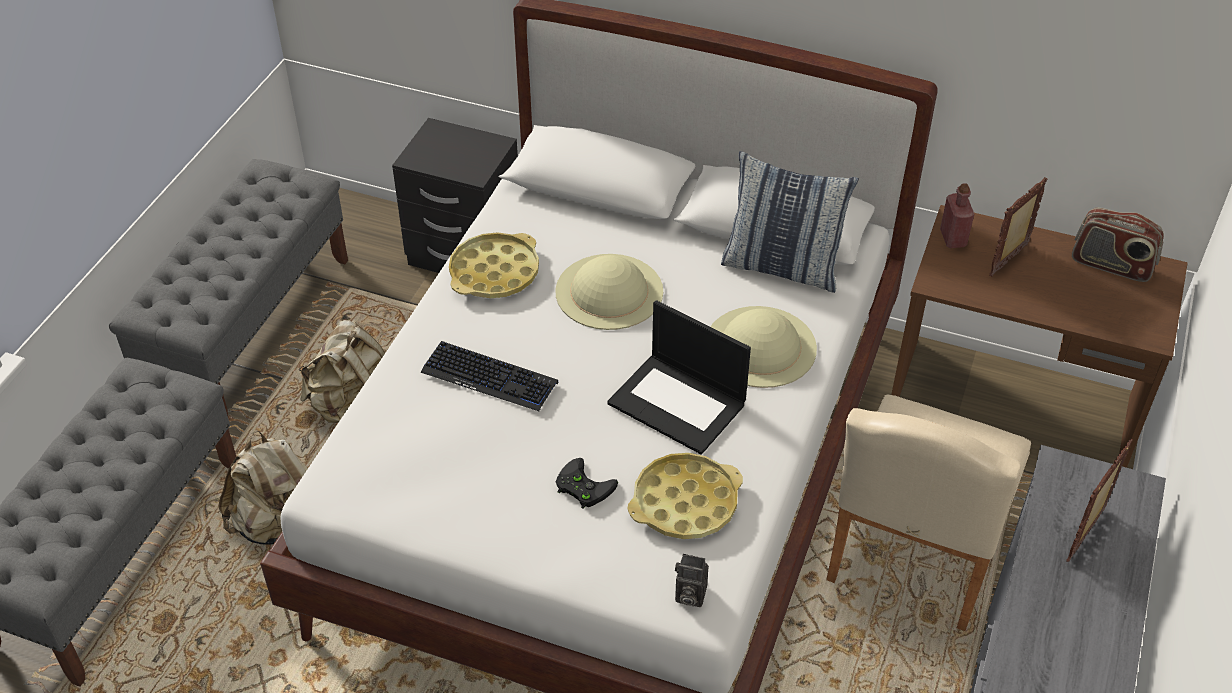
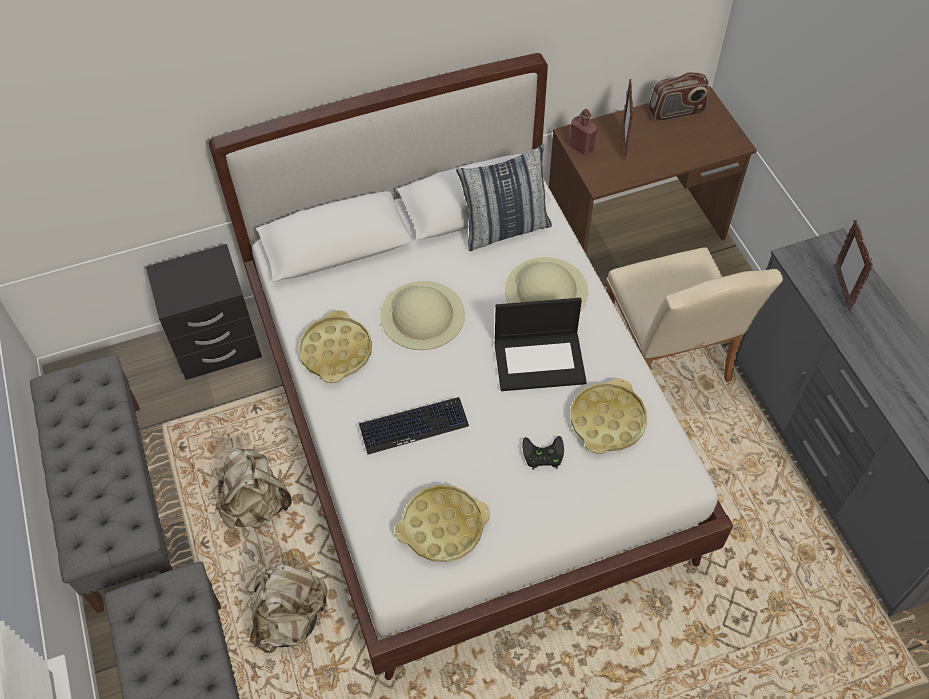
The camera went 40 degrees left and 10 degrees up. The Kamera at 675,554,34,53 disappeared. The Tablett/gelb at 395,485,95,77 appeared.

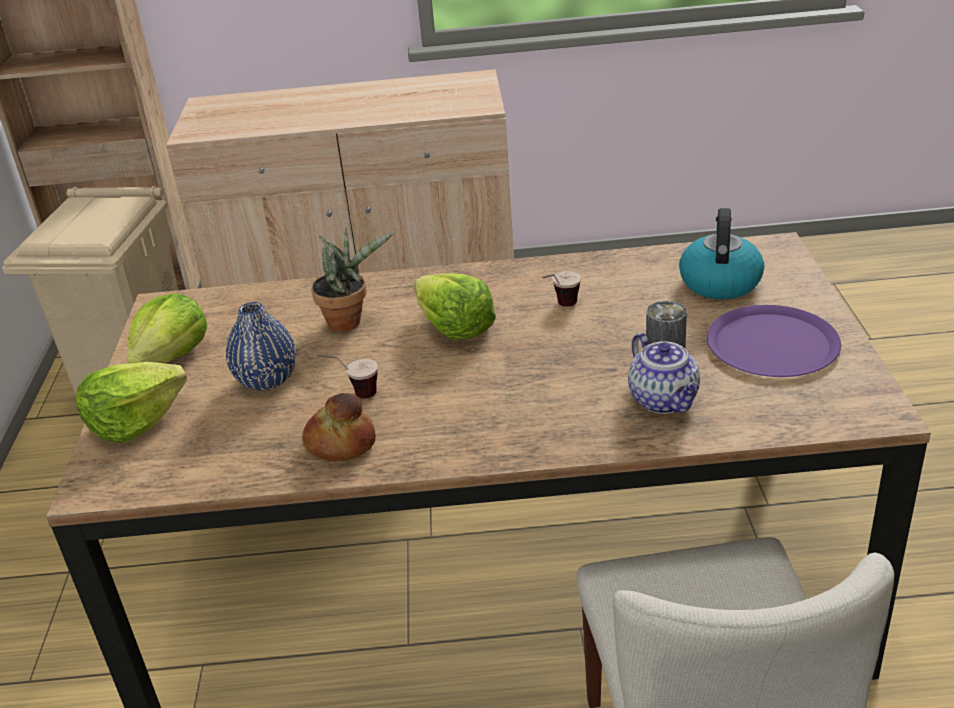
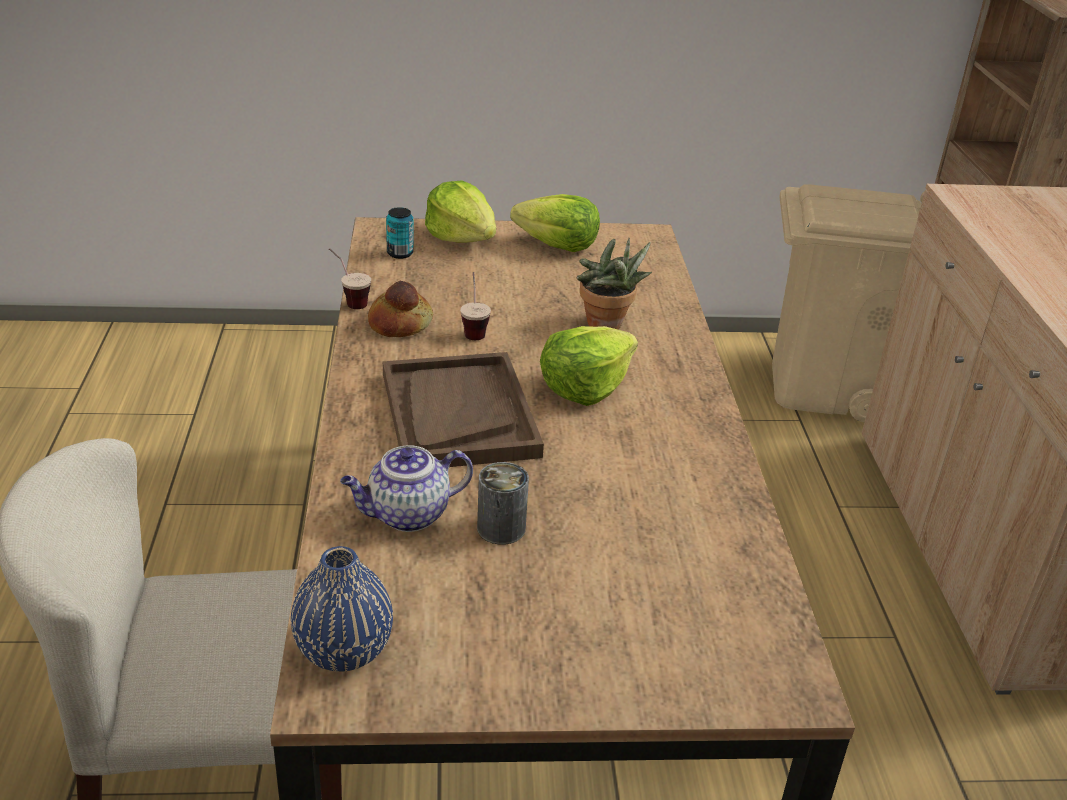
The camera went 85 degrees right and 0 degrees up. The Wasserkessel at 679,208,85,91 disappeared. The Tasse moved from 542,271,39,36 to 329,248,42,61. The Vase/blau moved from 226,302,70,88 to 291,546,102,126. The Teller/lila at 707,305,134,72 disappeared. The Dose at 386,207,28,52 appeared. The Tablett/braun at 383,352,161,115 appeared.

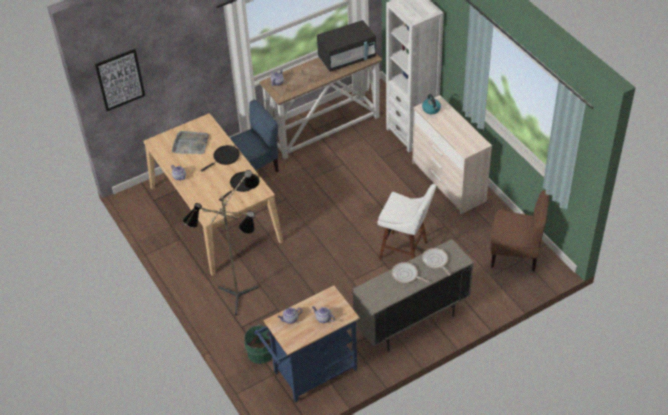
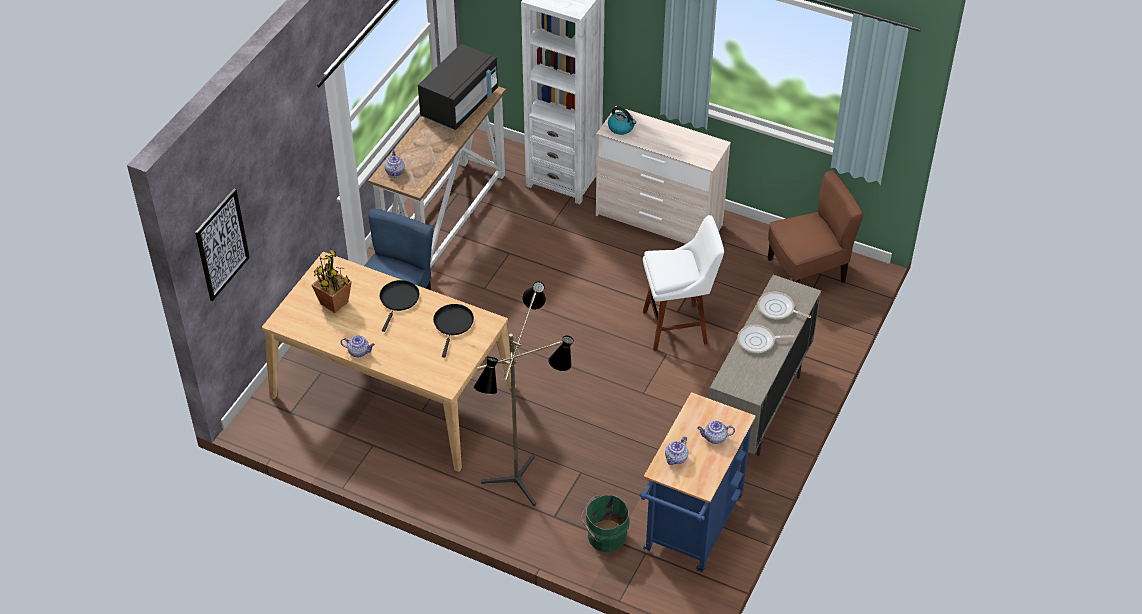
The camera went 35 degrees left and 0 degrees up. The Tablett/grau at 172,131,37,23 was replaced by the Topfpflanze at 312,248,40,65.

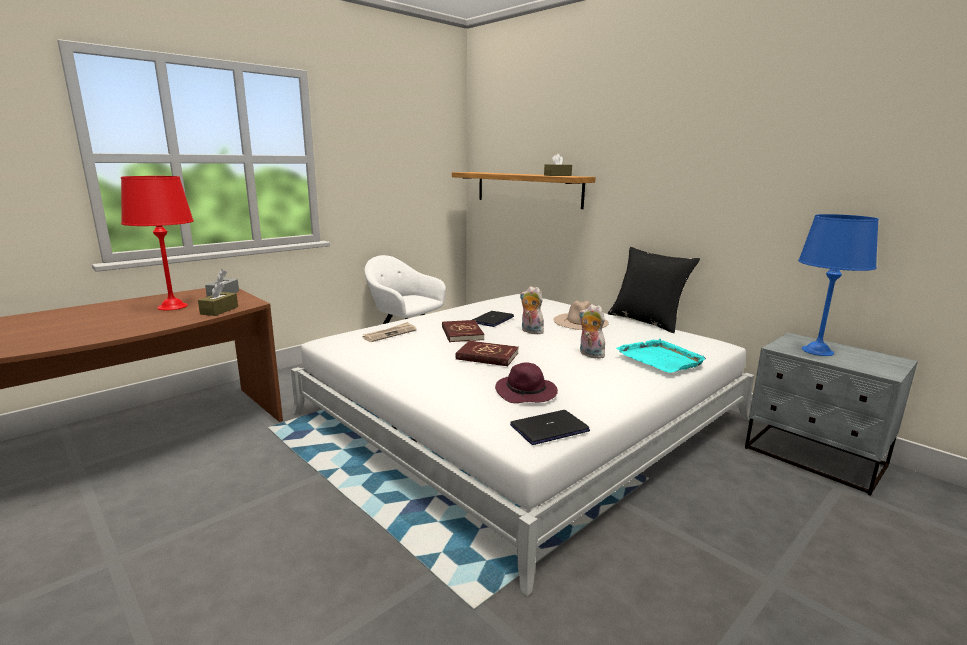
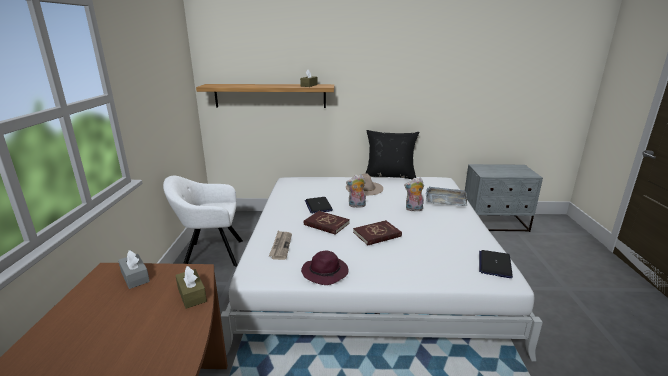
The camera went 45 degrees left and 5 degrees up. The Tischlampe/rot at 121,176,73,134 disappeared. The Tischlampe/blau at 798,214,81,142 disappeared. The Tablett/türkis at 616,339,90,34 became the Tablett/grau at 426,186,41,20. The Hut/lila moved from 495,362,63,41 to 301,251,48,34.

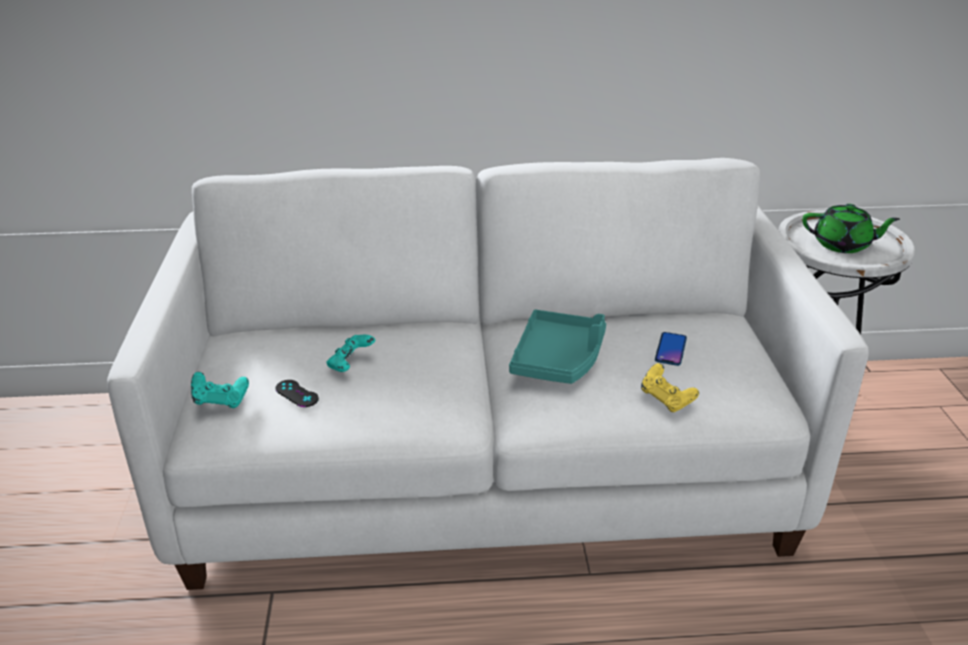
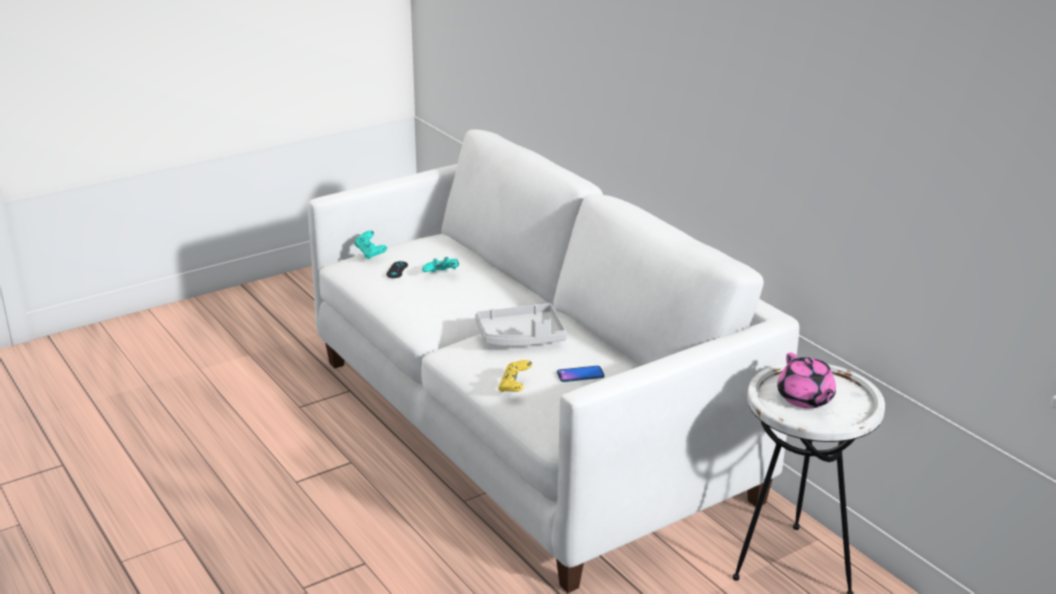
The camera went 60 degrees right and 5 degrees down. The Teekanne/grün at 802,204,98,49 became the Teekanne/rosa at 777,352,59,56. The Tablett/türkis at 509,310,97,74 became the Tablett/grau at 475,303,92,43.

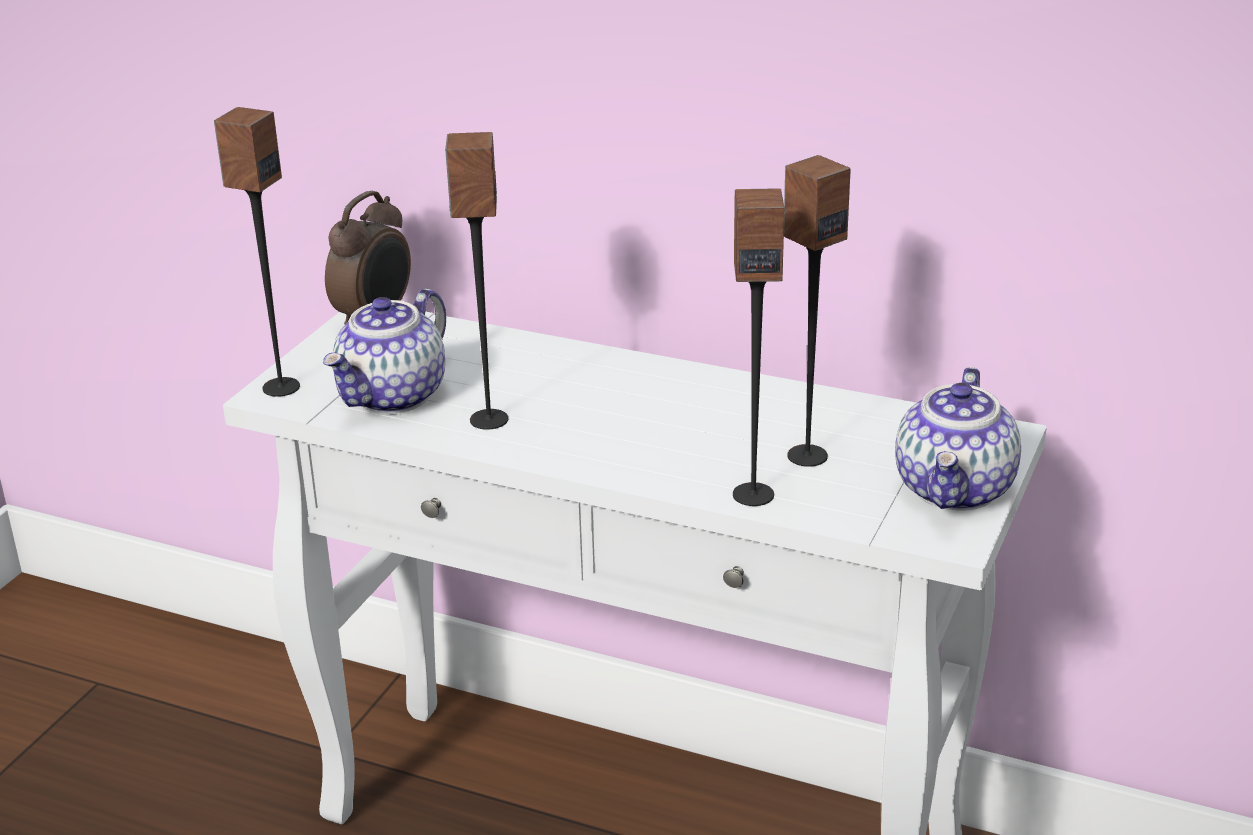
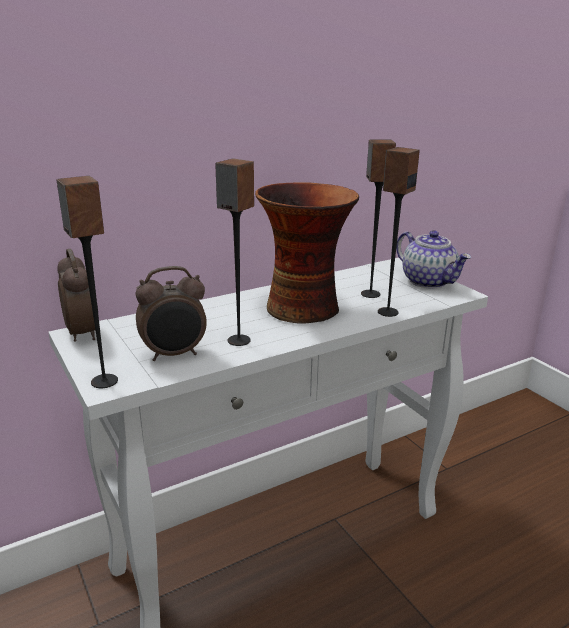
The camera went 55 degrees left and 5 degrees down. The Teekanne at 323,288,123,125 was replaced by the Wecker at 135,266,72,95. The Vase at 255,183,104,141 appeared.

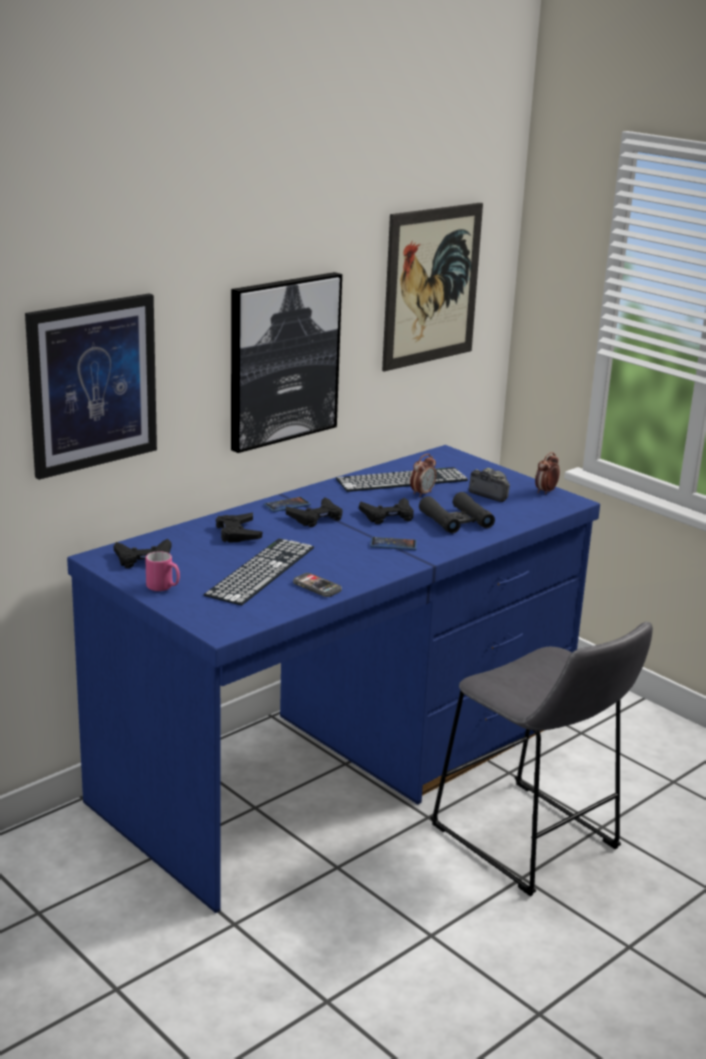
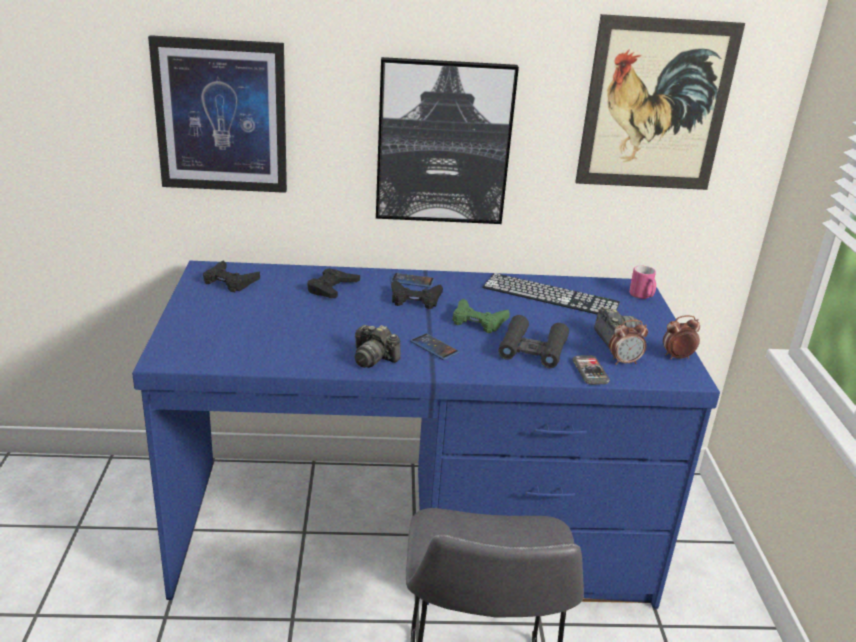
The camera went 40 degrees right and 5 degrees up. The Wecker moved from 410,454,26,43 to 609,320,39,45. The Gamepad/schwarz at 359,498,55,26 became the Gamepad/grün at 452,298,58,35. The Tastatur at 204,538,110,68 disappeared. The Henkelbecher/rosa moved from 145,551,35,40 to 629,265,27,34. The Handy moved from 293,573,49,24 to 572,355,38,30. The Kamera at 355,325,46,43 appeared.

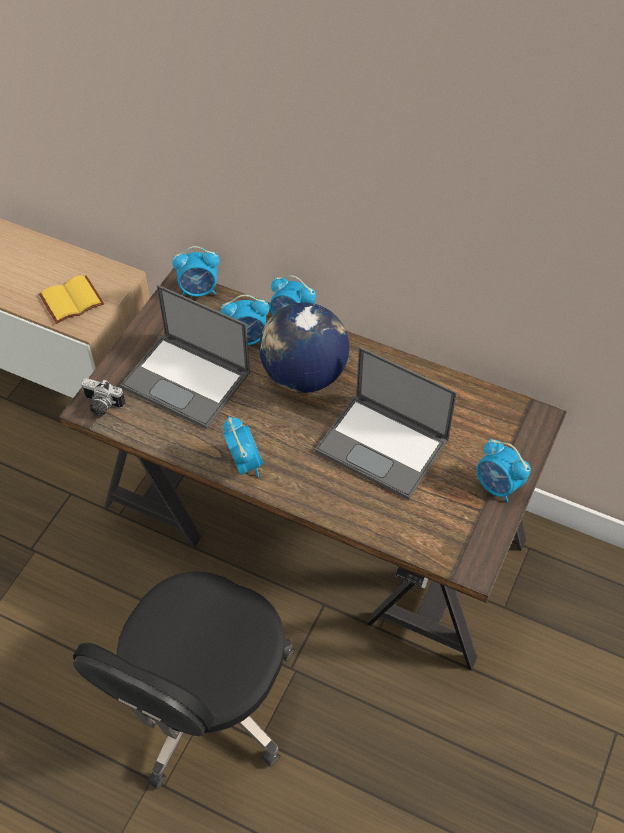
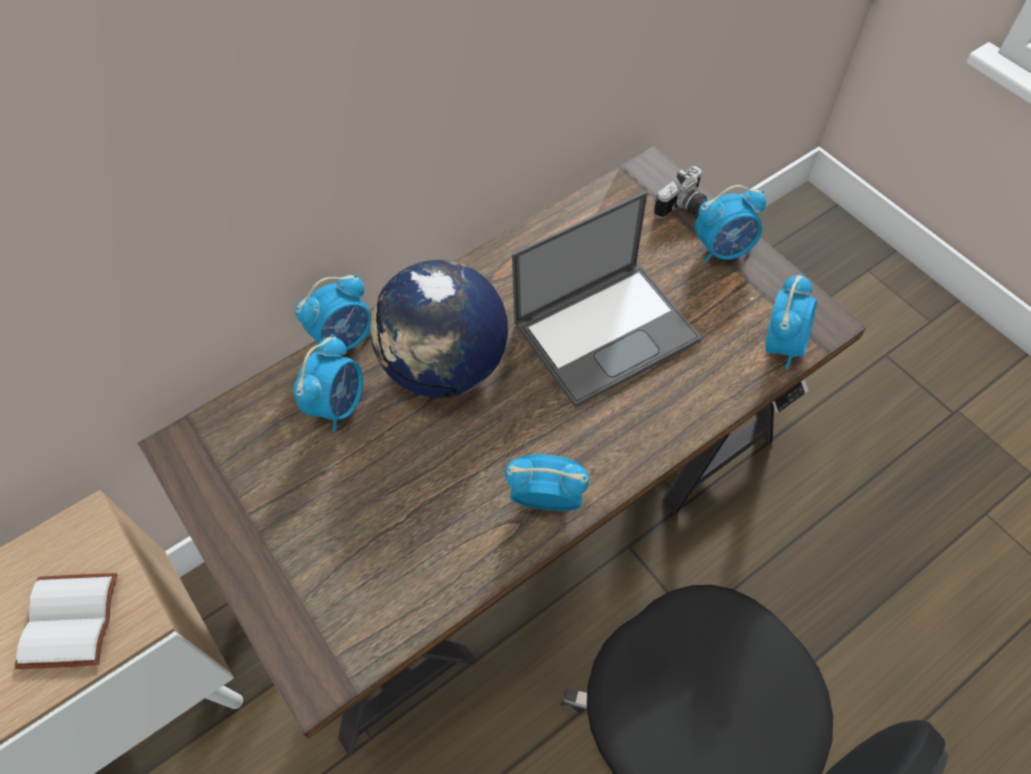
The camera went 60 degrees left and 5 degrees up. The Wecker moved from 172,246,48,51 to 765,273,52,97. The Buch/gelb at 39,275,65,49 became the Buch/weiß at 15,573,102,96. The Laptop at 120,285,130,144 disappeared. The Kamera moved from 81,378,44,39 to 654,166,54,52.

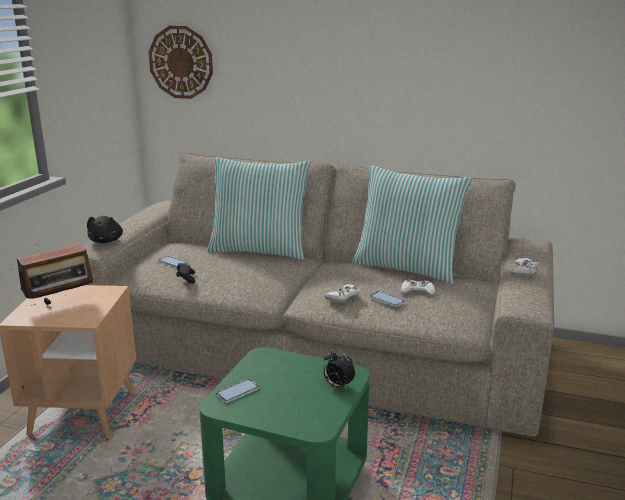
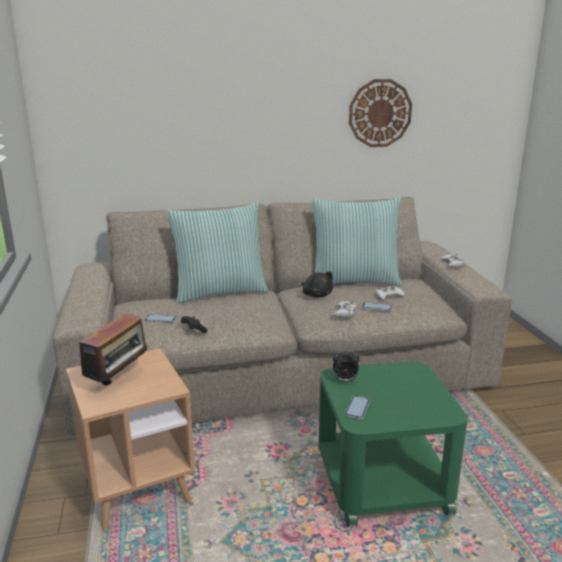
The camera went 30 degrees left and 0 degrees up. The Wanduhr moved from 148,26,65,73 to 349,79,63,68. The Plüschtier/schwarz moved from 87,216,36,27 to 301,272,32,26. The Wecker moved from 323,349,32,41 to 333,350,26,31.

